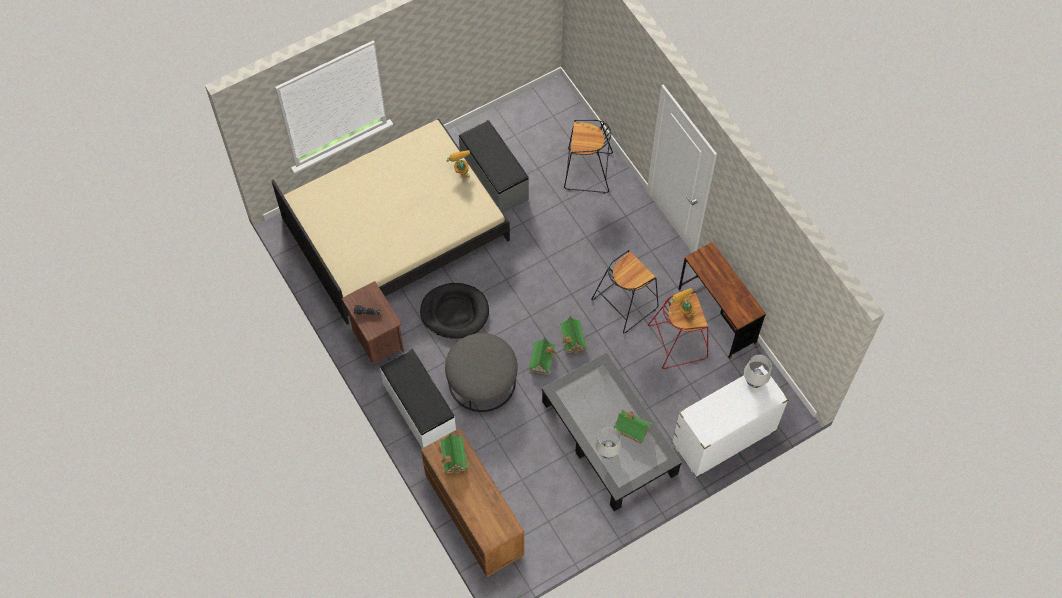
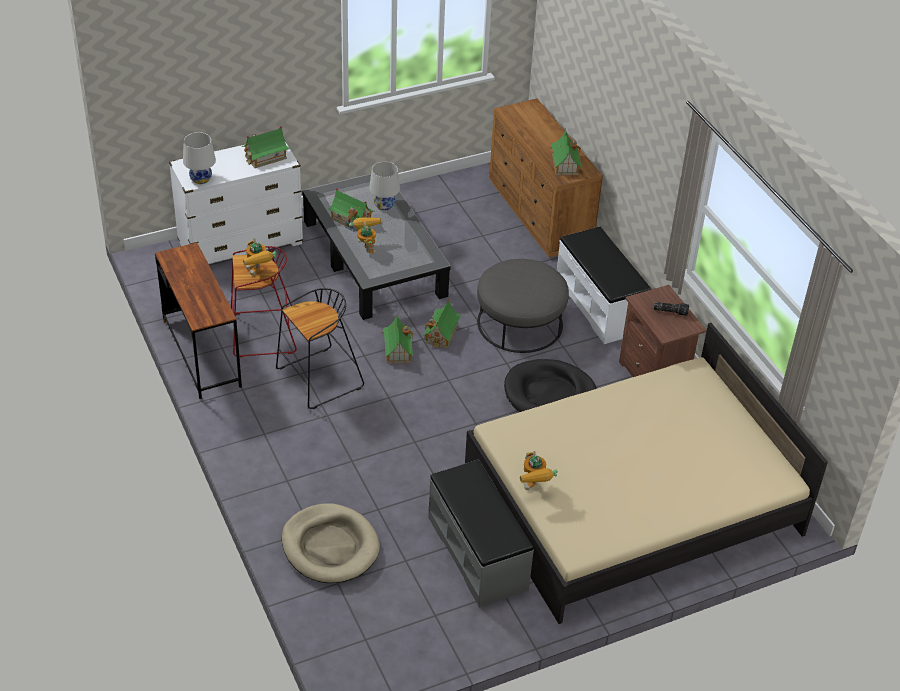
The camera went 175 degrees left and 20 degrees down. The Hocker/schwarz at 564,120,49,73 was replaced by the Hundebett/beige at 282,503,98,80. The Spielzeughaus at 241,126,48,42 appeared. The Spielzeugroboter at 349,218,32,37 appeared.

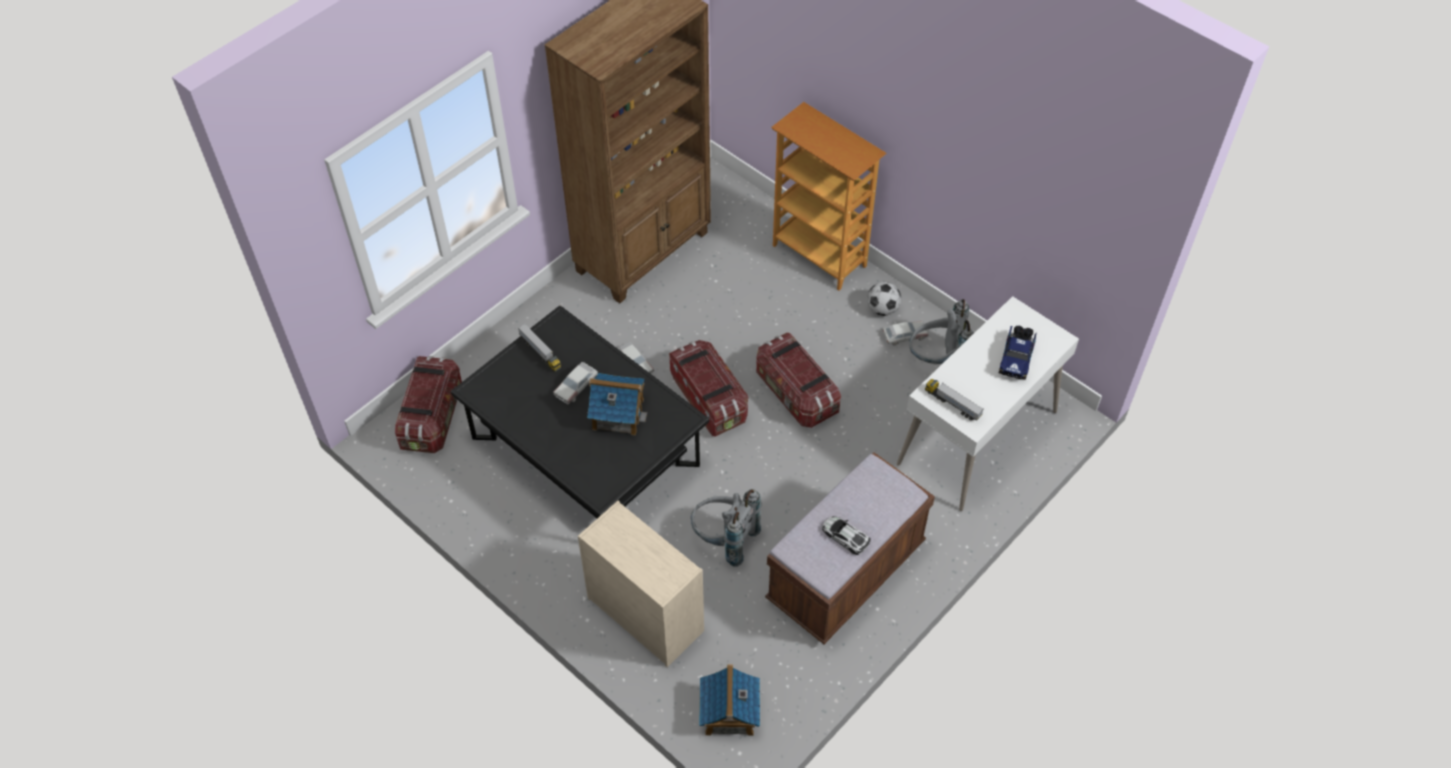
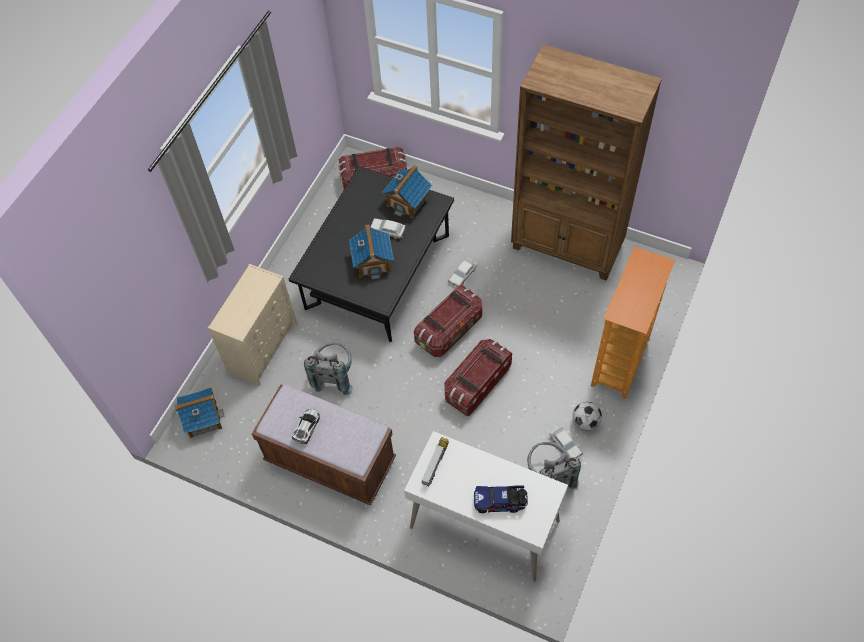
The camera went 75 degrees right and 5 degrees up. The Spielzeuglaster at 518,324,43,48 was replaced by the Spielzeughaus at 382,165,50,53.

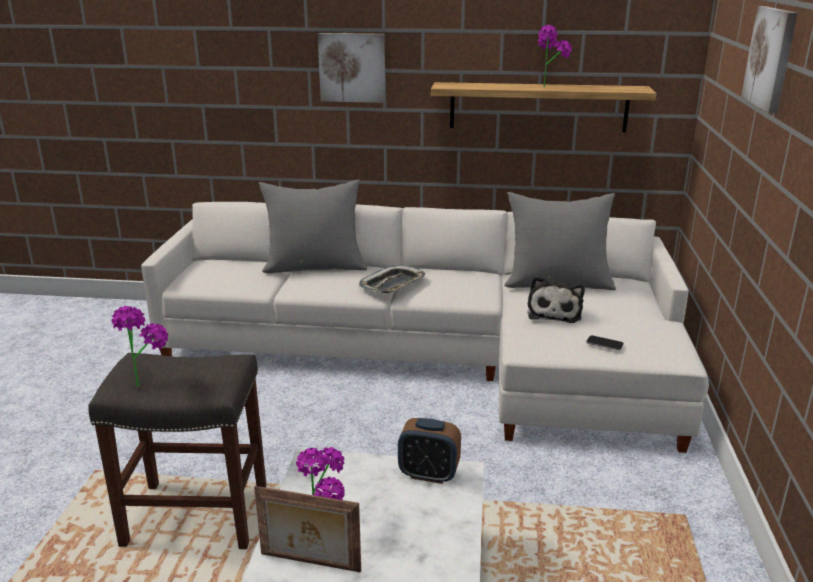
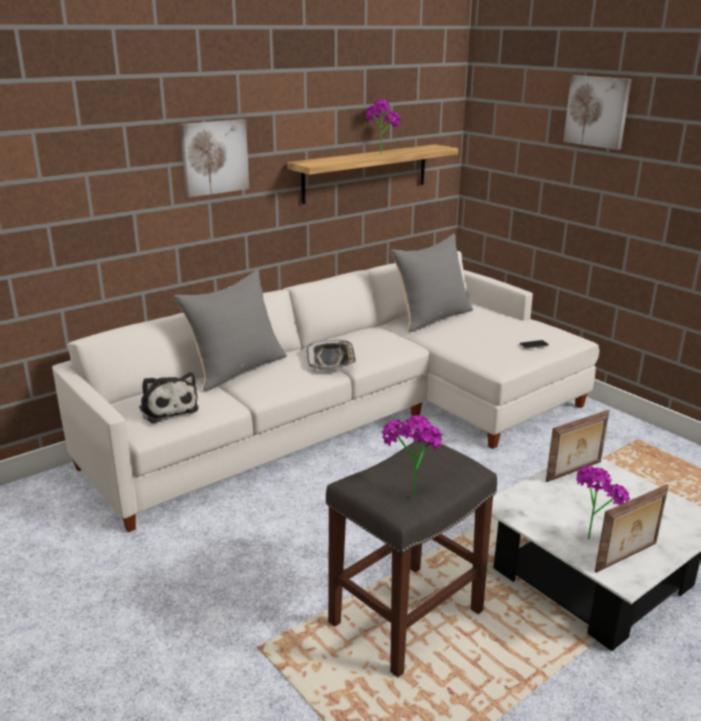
The camera went 45 degrees left and 0 degrees up. The Plüschtier moved from 527,276,58,47 to 139,372,60,51. The Wecker at 398,418,63,66 was replaced by the Bilderrahmen at 546,410,64,72.

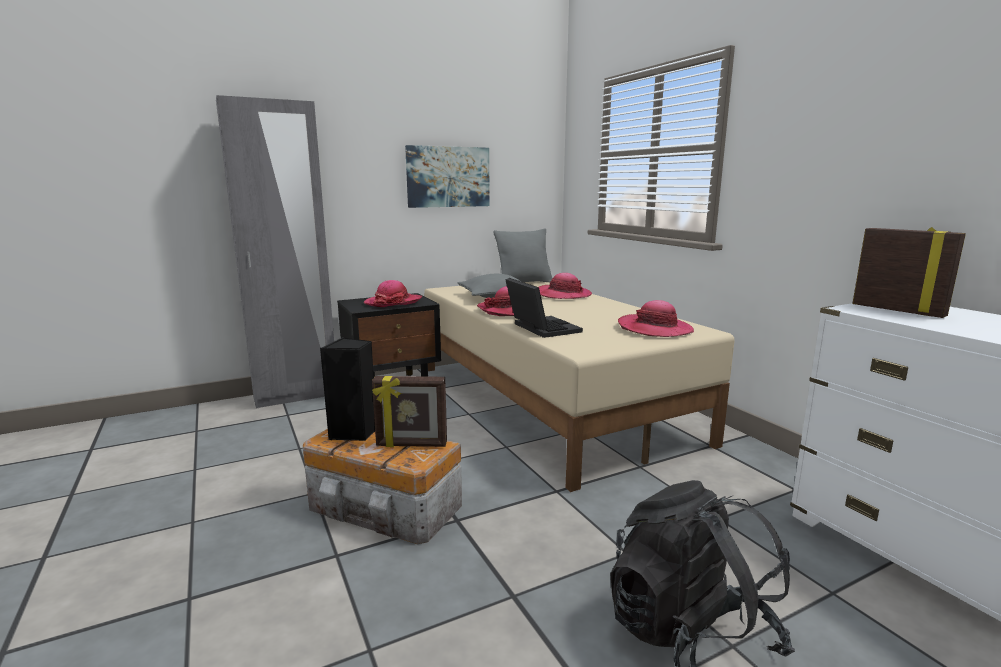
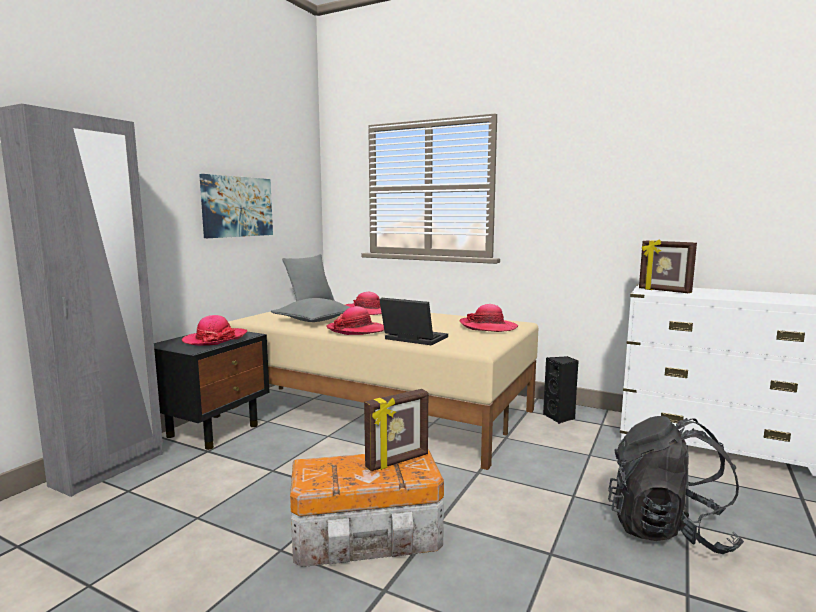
The camera went 35 degrees left and 5 degrees down. The Bilderrahmen at 852,227,114,91 turned 150 degrees counterclockwise. The Lautsprecher/schwarz moved from 320,337,55,104 to 543,356,35,68.

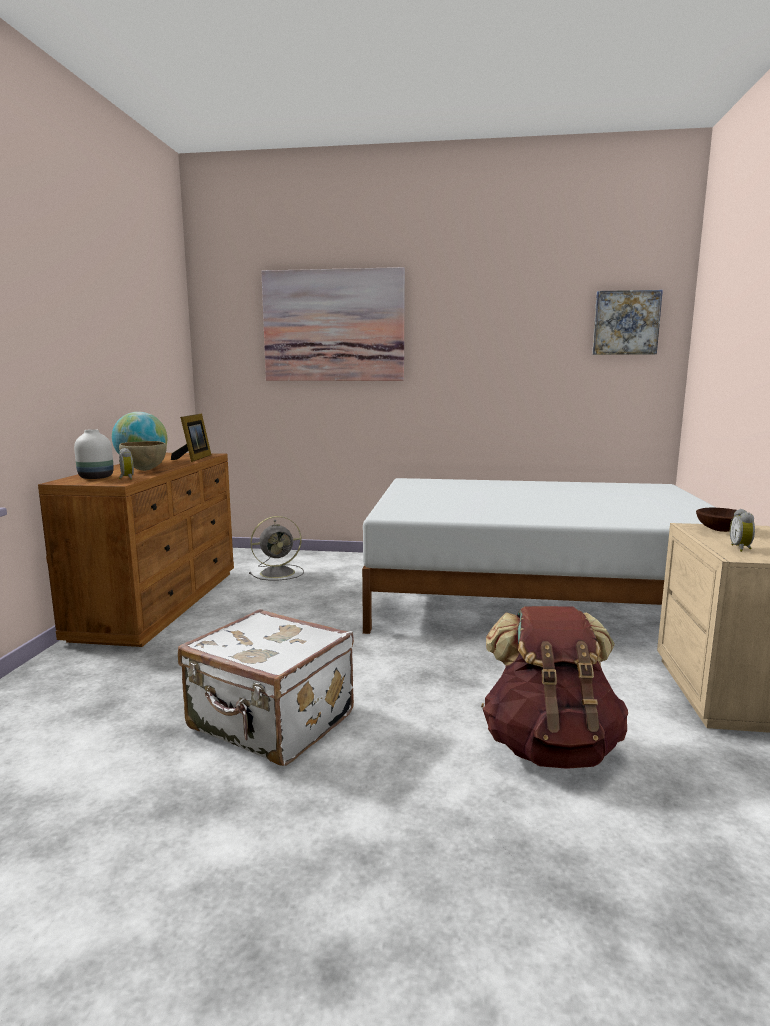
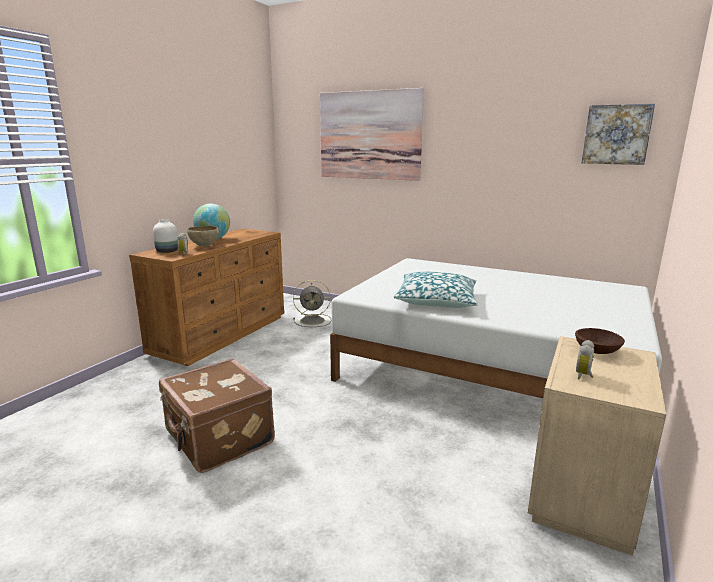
The camera went 20 degrees right and 5 degrees up. The Bilderrahmen at 171,414,40,48 disappeared. The Rucksack/braun at 481,606,147,163 disappeared. The Koffer/weiß at 178,609,176,157 became the Koffer/braun at 159,358,116,115. The Kissen at 394,272,84,36 appeared.

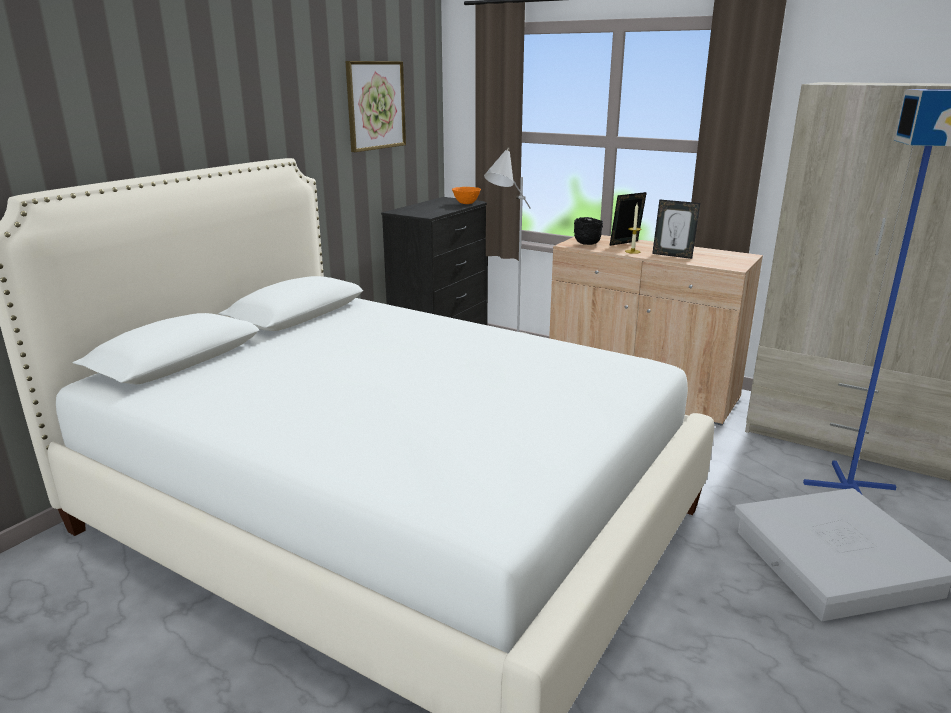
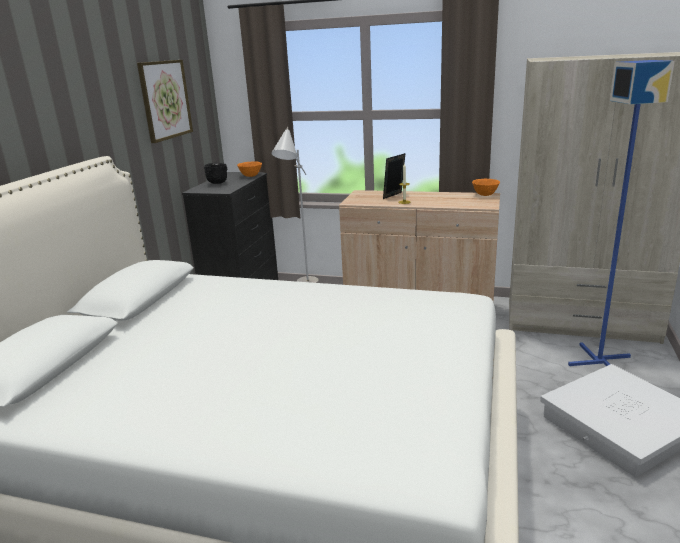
The camera went 15 degrees left and 0 degrees up. The Bilderrahmen at 652,199,48,60 disappeared. The Schüssel/schwarz moved from 574,217,29,28 to 204,162,24,22. The Schüssel/orange at 472,179,28,17 appeared.

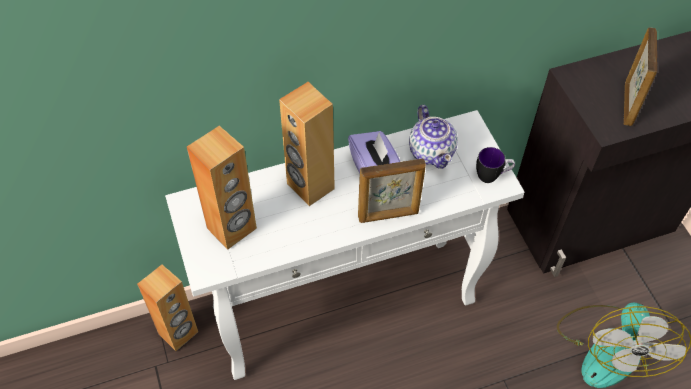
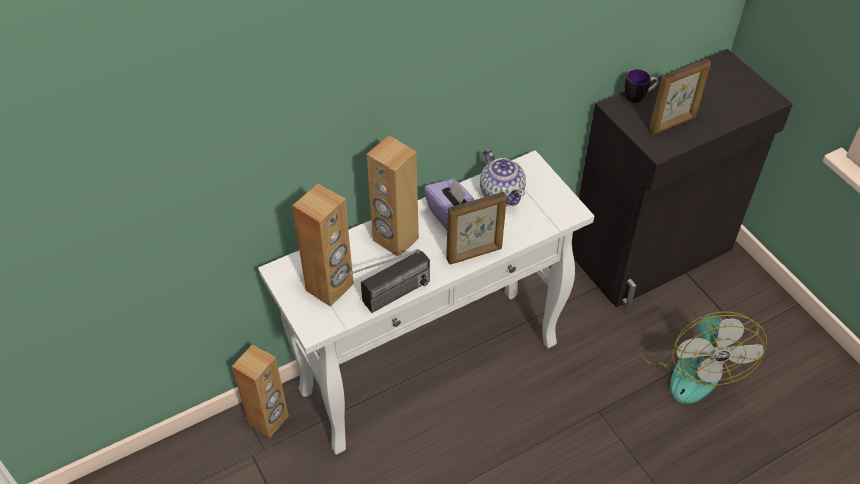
The camera went 10 degrees left and 5 degrees down. The Bilderrahmen at 624,27,33,99 turned 60 degrees clockwise. The Henkelbecher moved from 476,147,39,36 to 625,69,33,34. The Radio at 325,249,105,64 appeared.

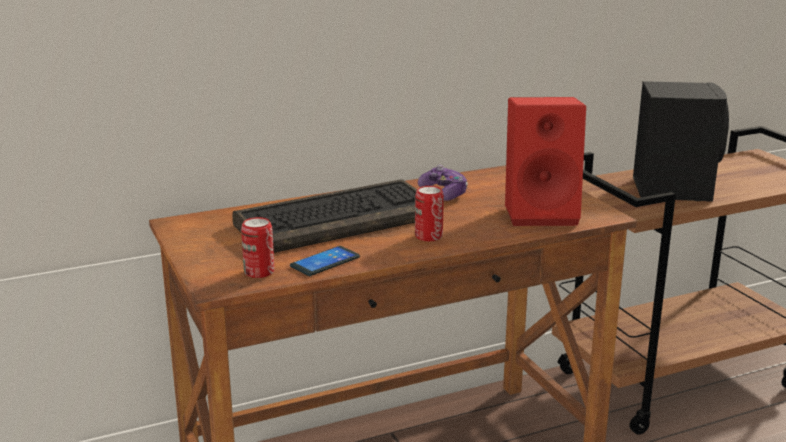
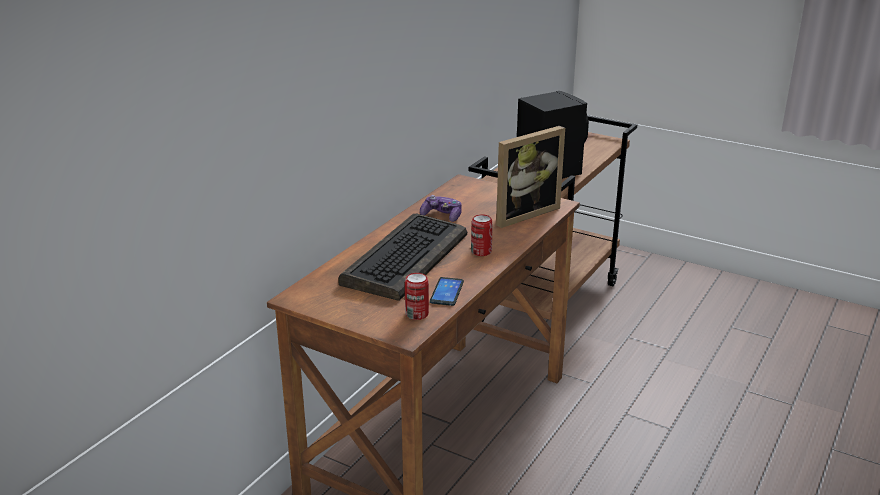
The camera went 35 degrees left and 5 degrees up. The Lautsprecher/rot at 505,97,81,129 was replaced by the Bilderrahmen at 496,126,69,102.

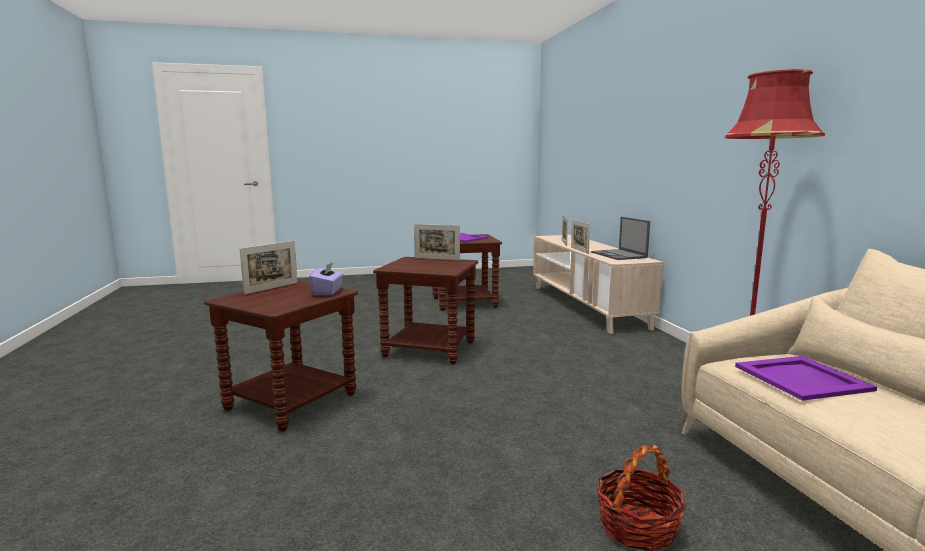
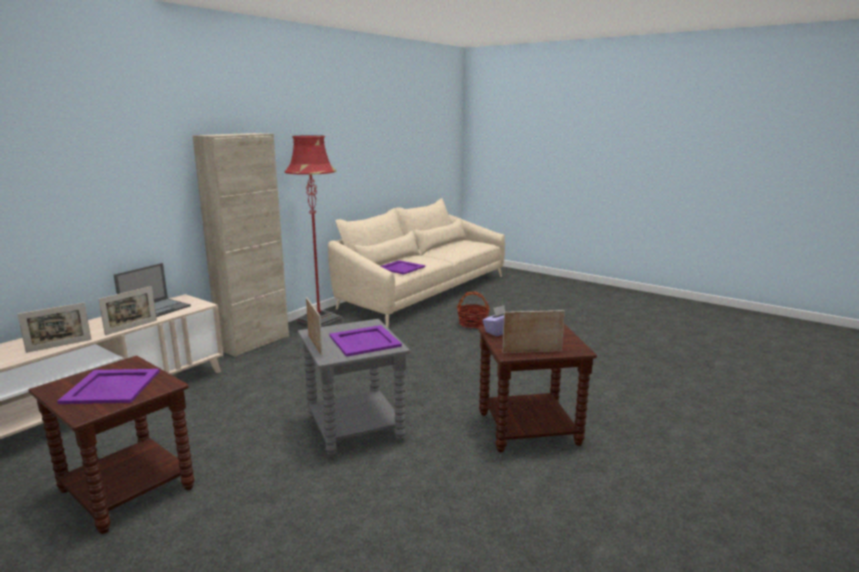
The camera went 130 degrees left and 5 degrees up. The Beistelltisch/braun at 373,257,105,108 became the Beistelltisch/grau at 298,319,112,139. The Schrank/beige at 192,133,97,224 appeared. The Tablett/lila at 329,325,73,32 appeared.

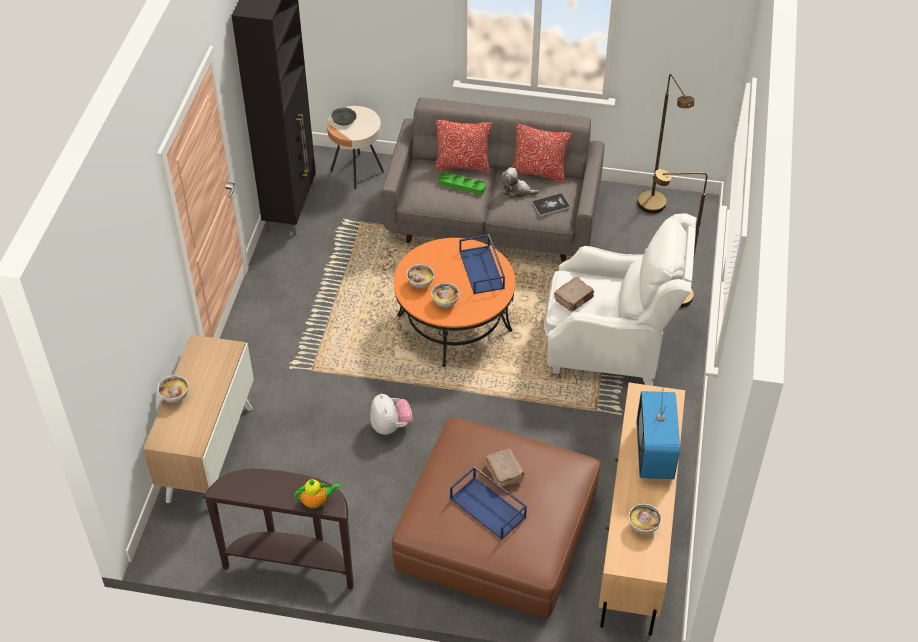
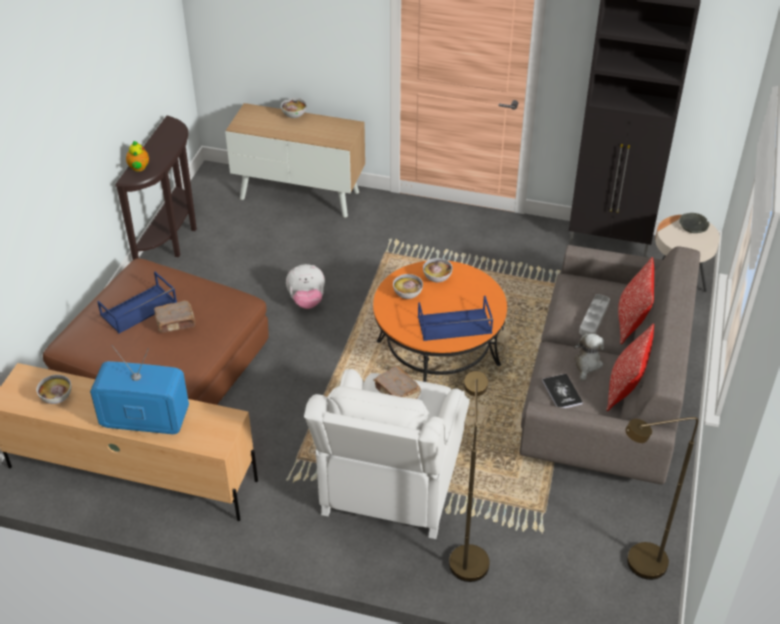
The camera went 95 degrees right and 5 degrees down. The Tablett/grün at 438,172,48,23 became the Tablett/grau at 579,294,31,41.

